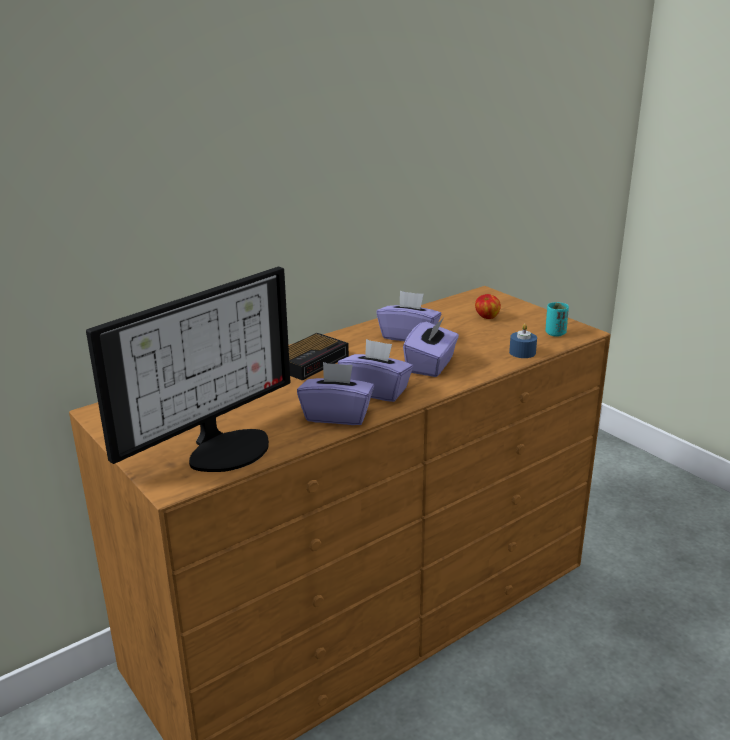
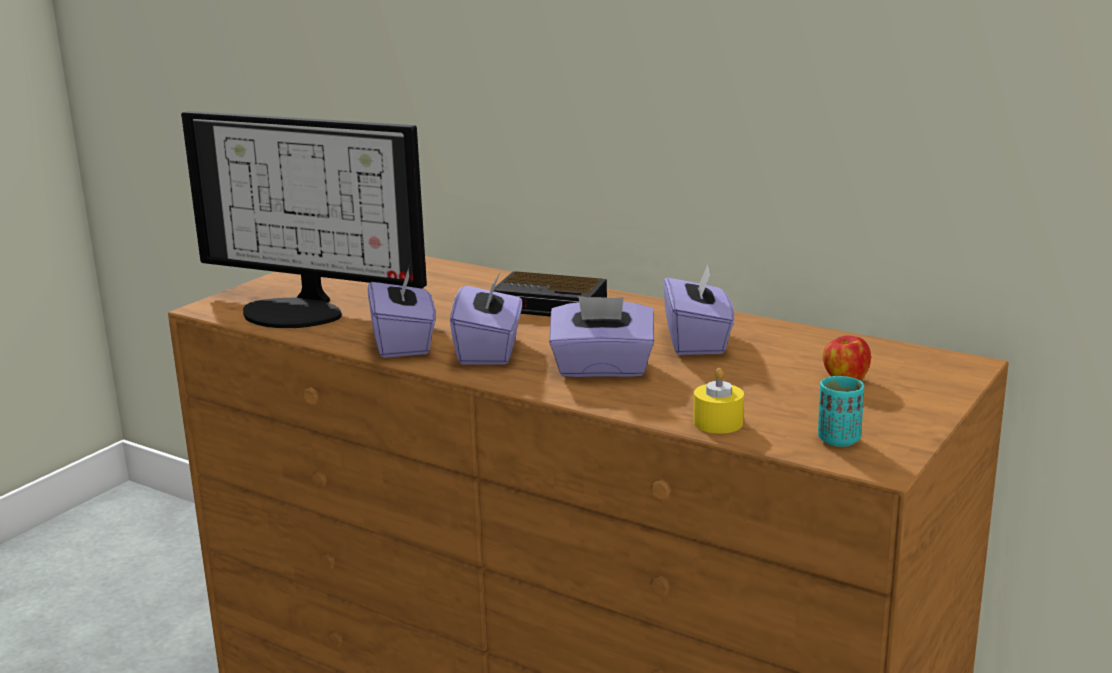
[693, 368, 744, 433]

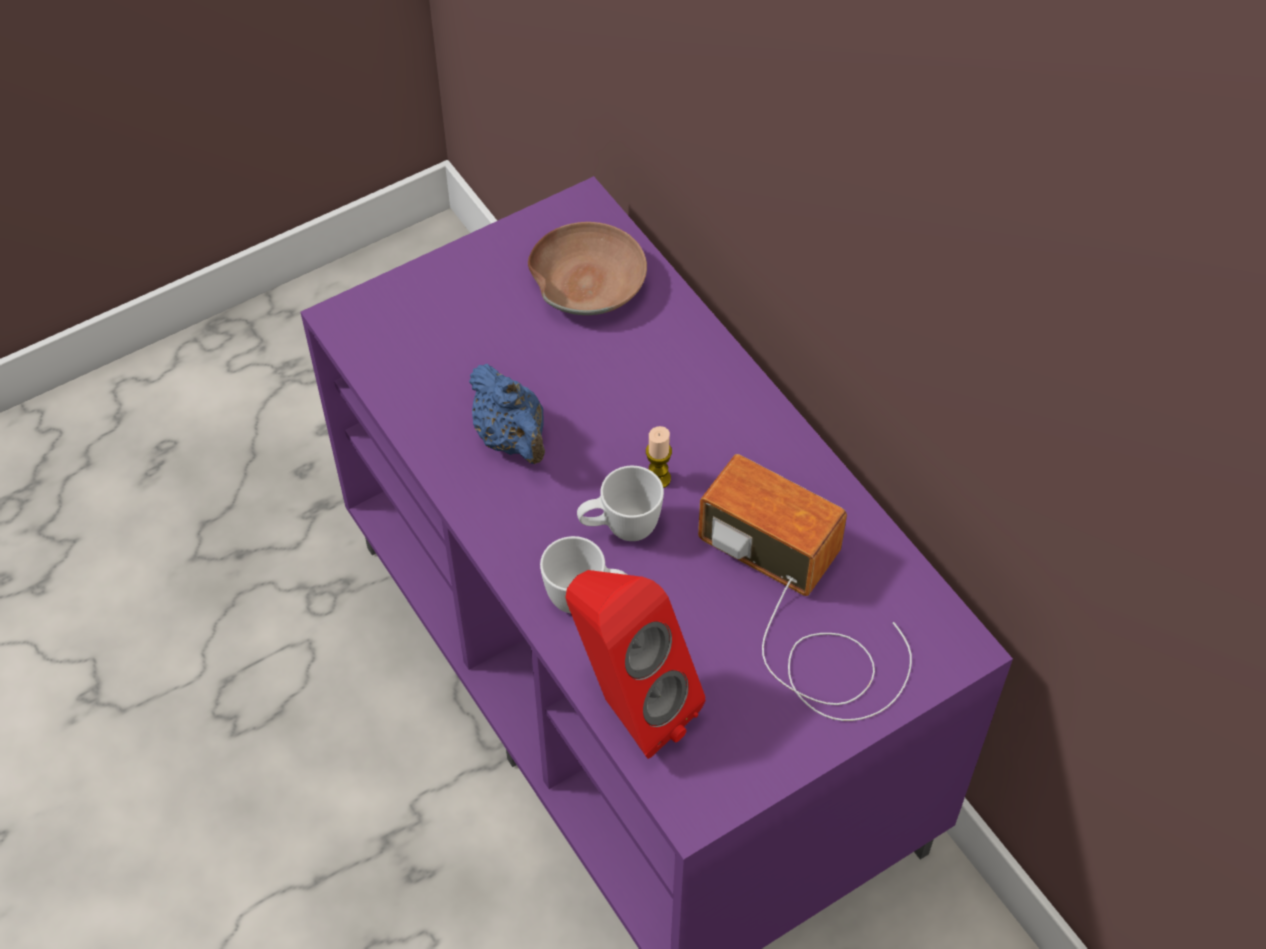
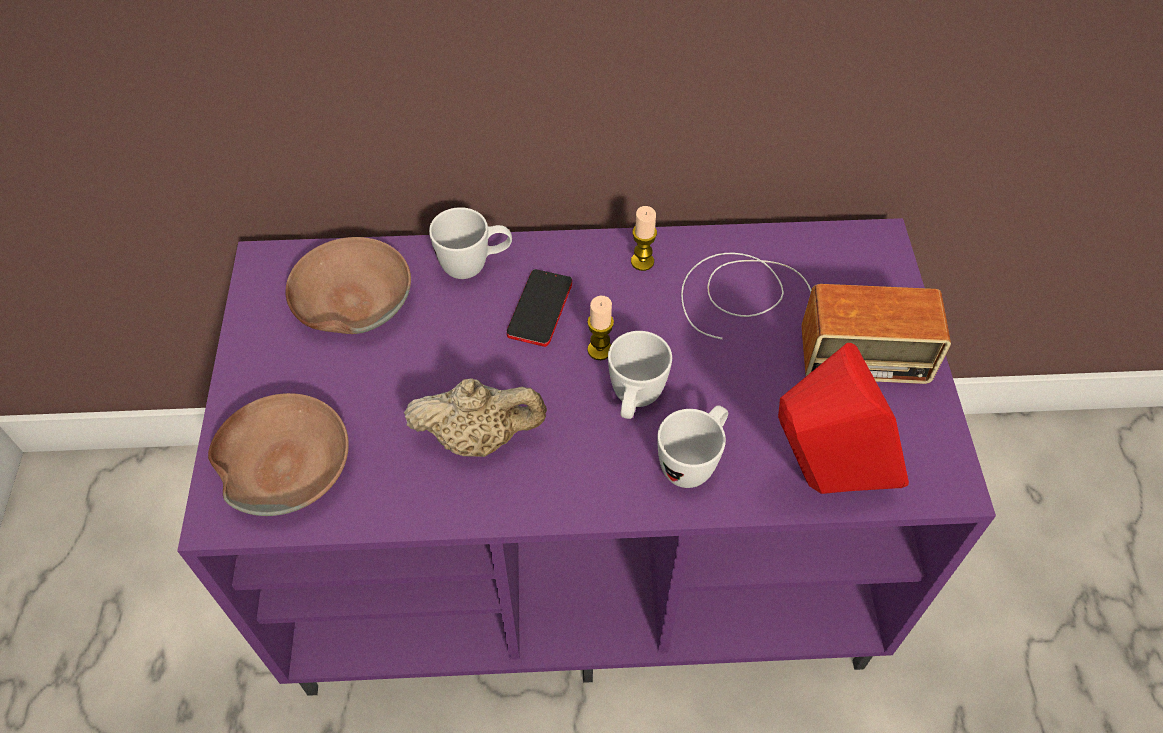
[208, 393, 349, 516]
[429, 207, 512, 279]
[507, 269, 572, 347]
[631, 206, 657, 271]
[404, 378, 547, 457]
[681, 253, 951, 384]

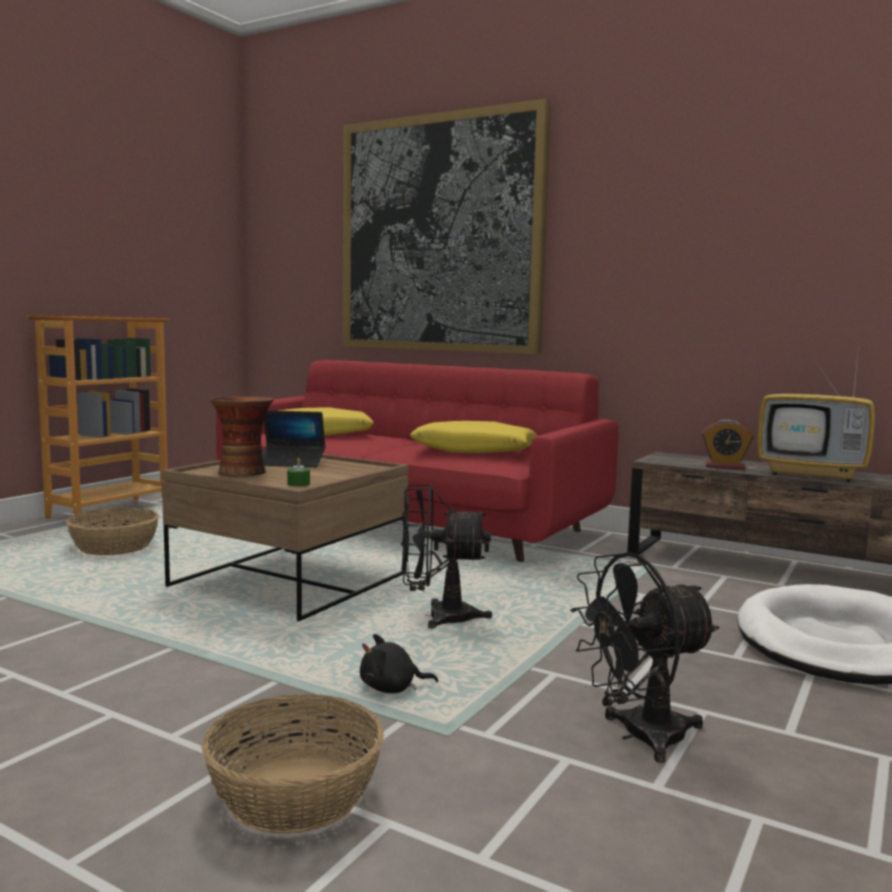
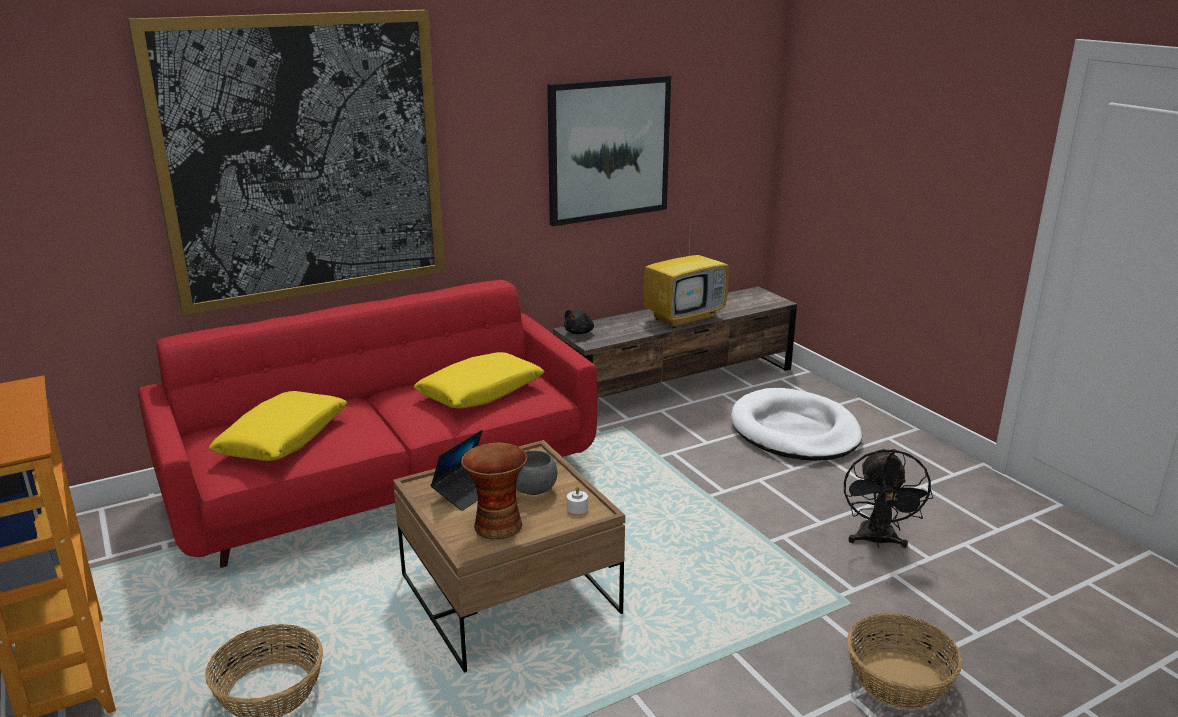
[401, 483, 492, 629] (first image)
[702, 420, 754, 470] (first image)
[516, 451, 557, 495]
[547, 75, 671, 226]
[564, 310, 594, 334]
[567, 486, 588, 514]

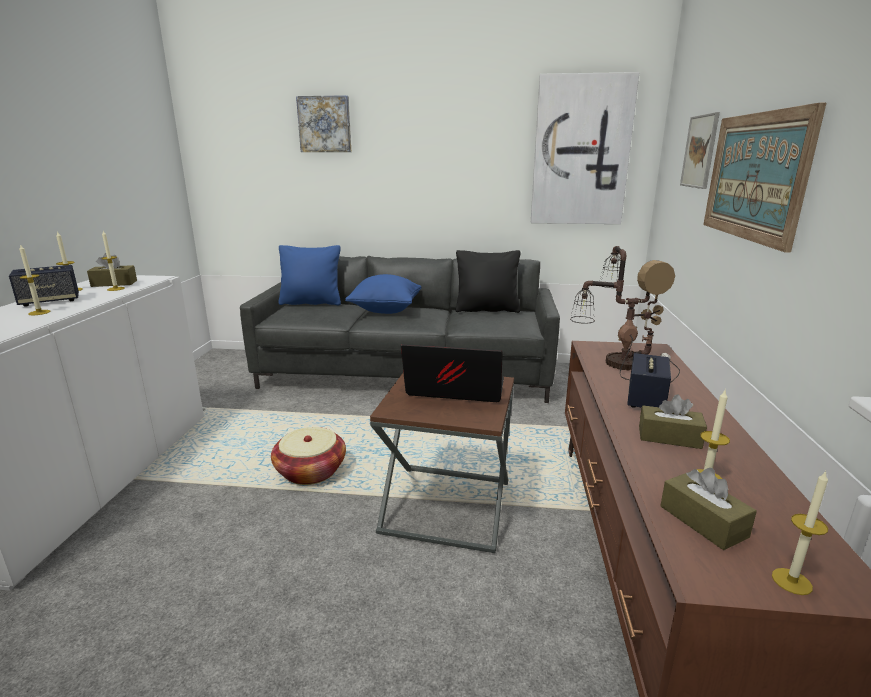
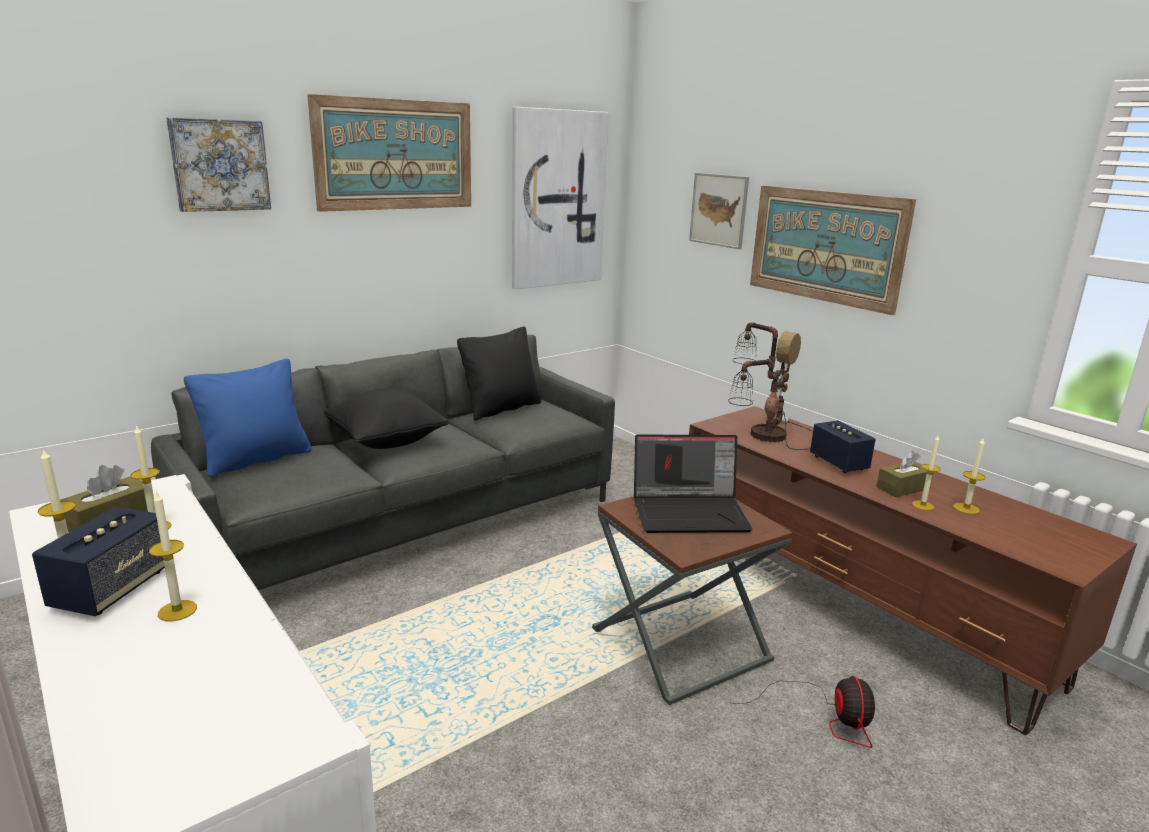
[271, 427, 346, 485] (first image)
[660, 468, 757, 550] (first image)
[307, 94, 471, 212]
[736, 676, 875, 748]
[912, 435, 941, 510]
[324, 388, 449, 449]
[634, 435, 753, 533]

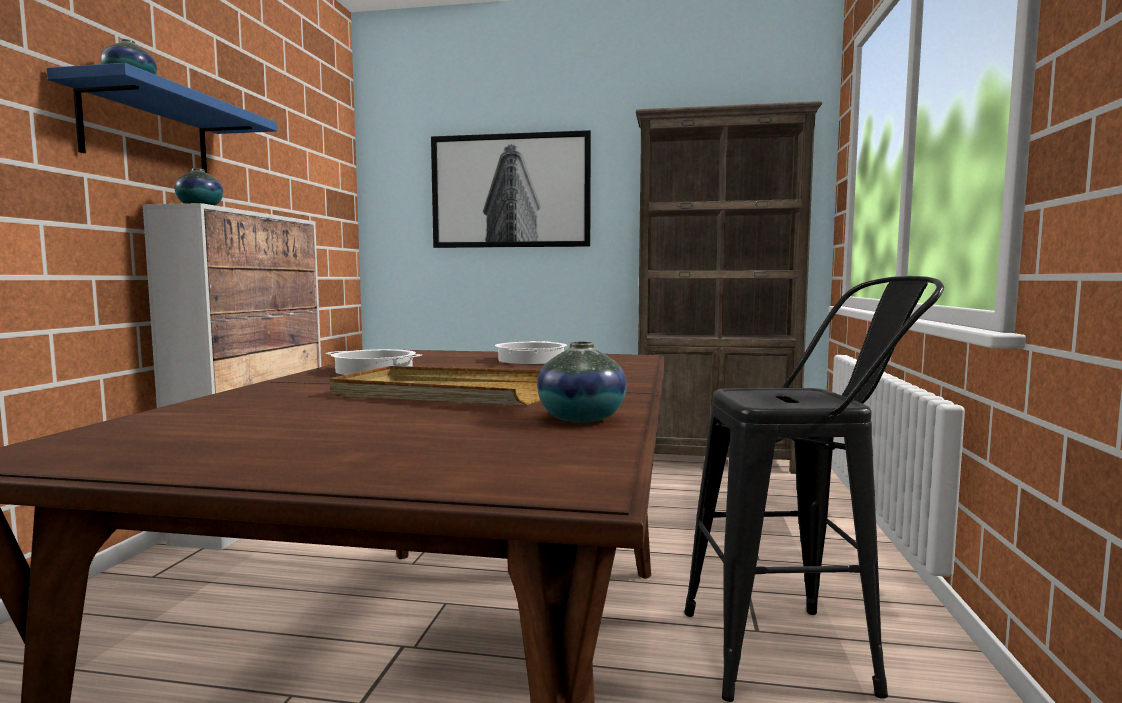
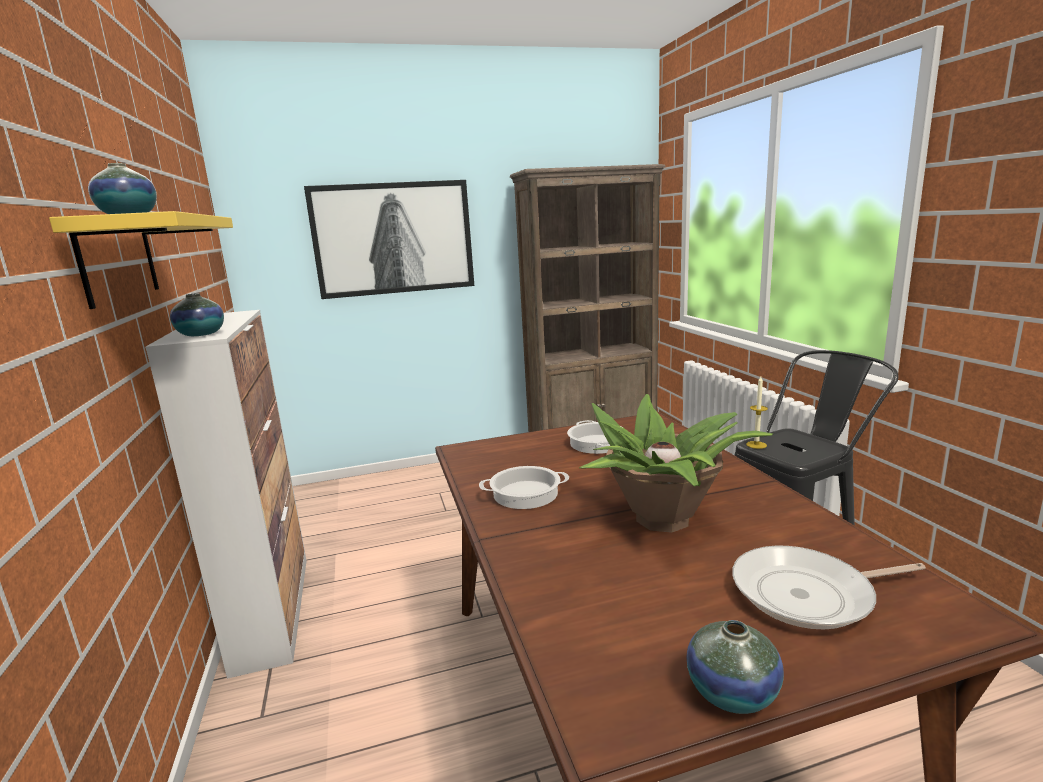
[732, 545, 926, 629]
[746, 376, 768, 449]
[686, 620, 784, 714]
[579, 394, 773, 533]
[49, 211, 233, 309]

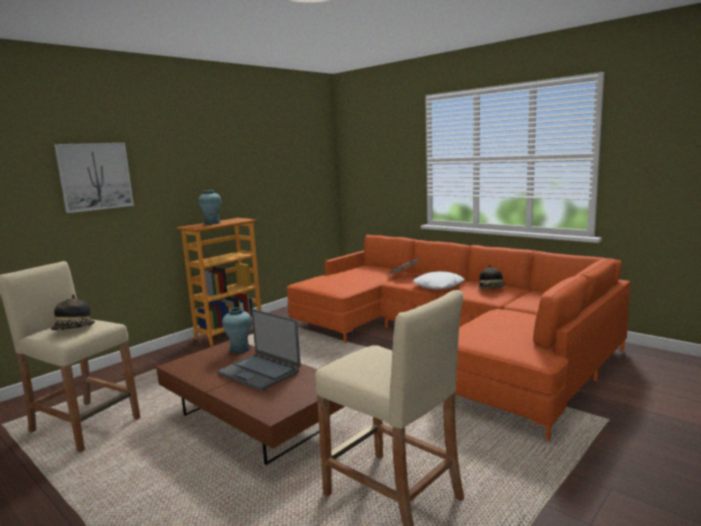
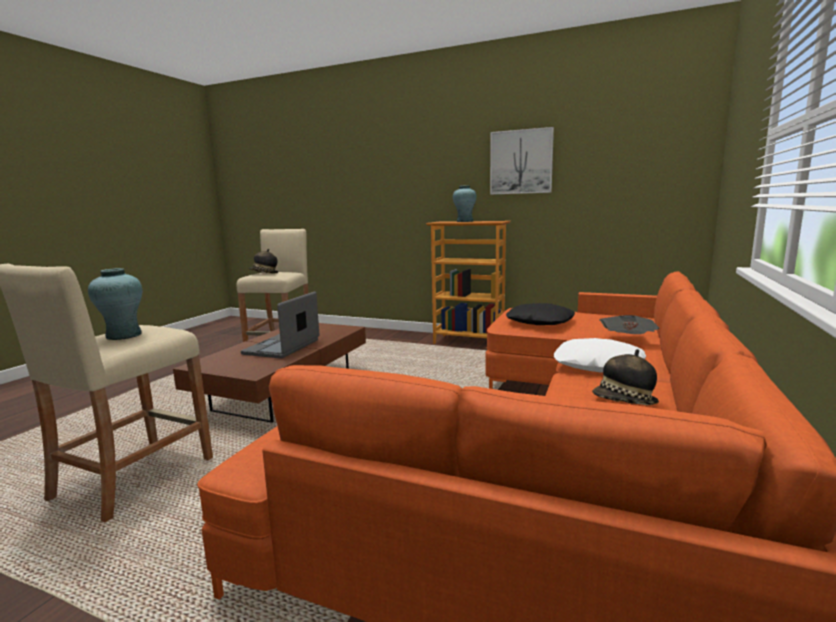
[506, 303, 575, 325]
[490, 127, 554, 195]
[88, 268, 142, 340]

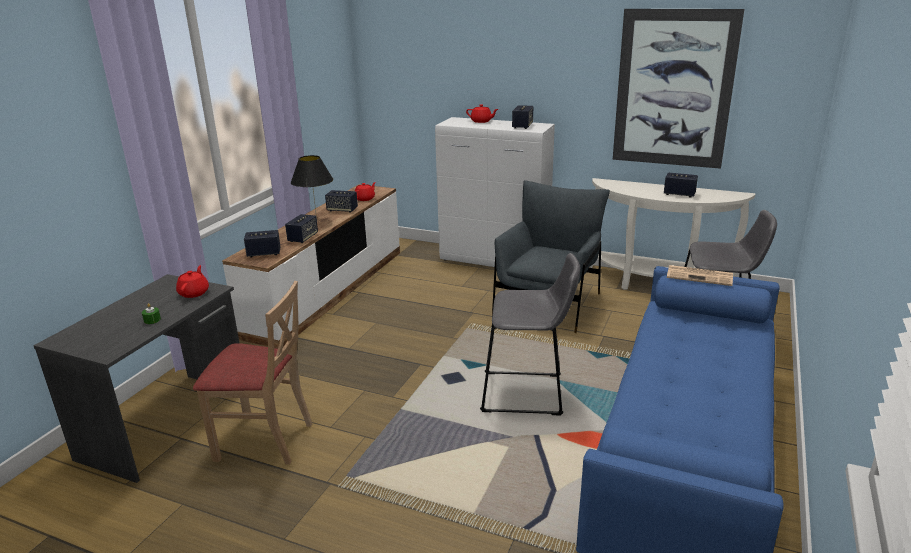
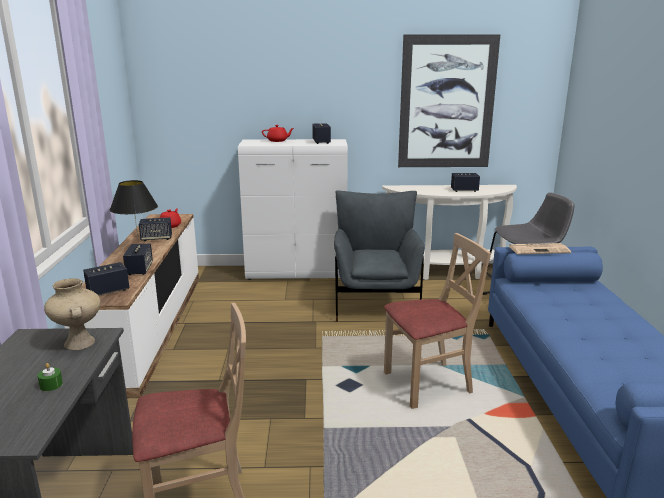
[44, 278, 100, 350]
[384, 233, 491, 409]

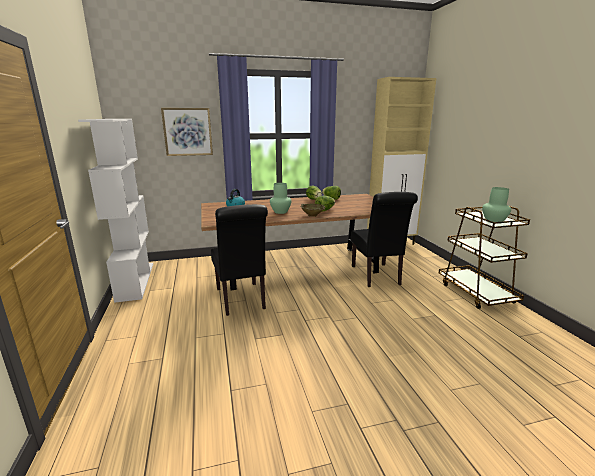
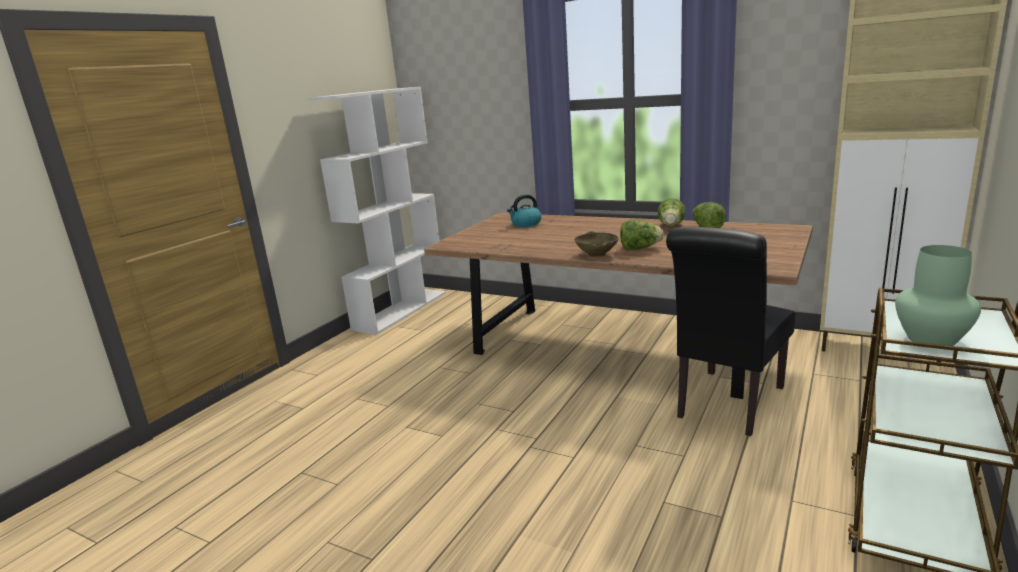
[161, 108, 213, 156] (first image)
[211, 204, 268, 316] (first image)
[270, 183, 291, 214] (first image)

